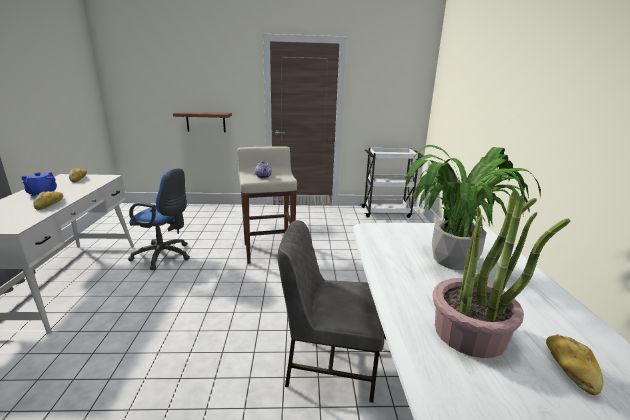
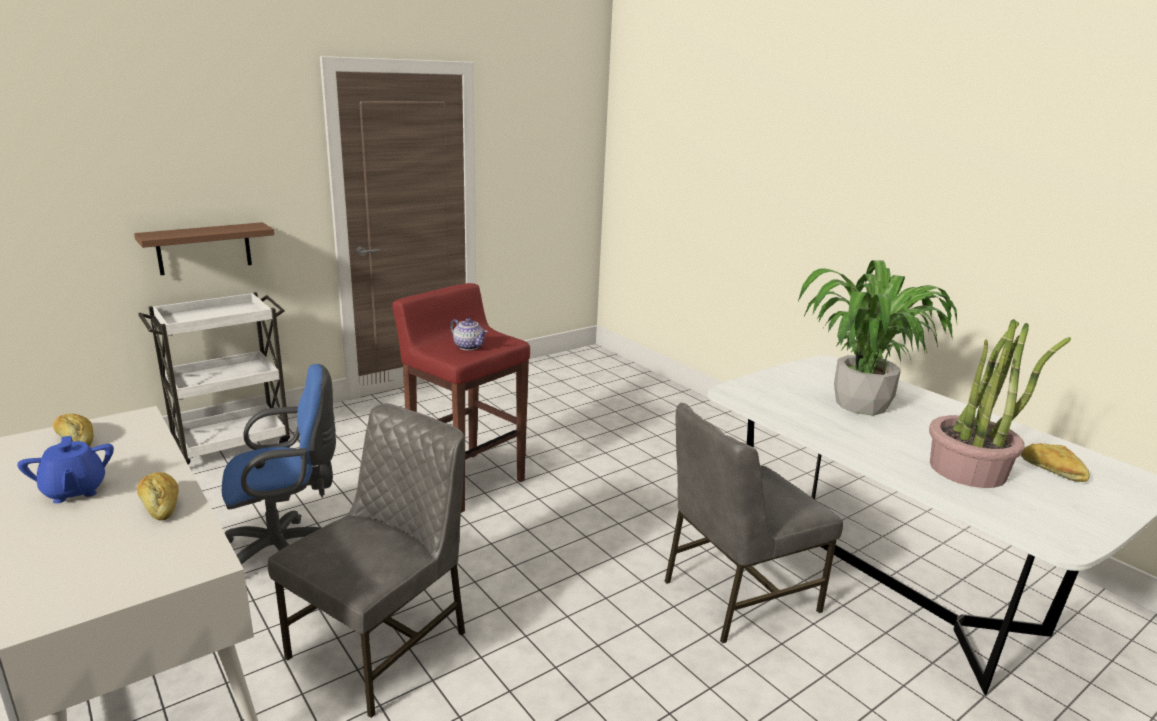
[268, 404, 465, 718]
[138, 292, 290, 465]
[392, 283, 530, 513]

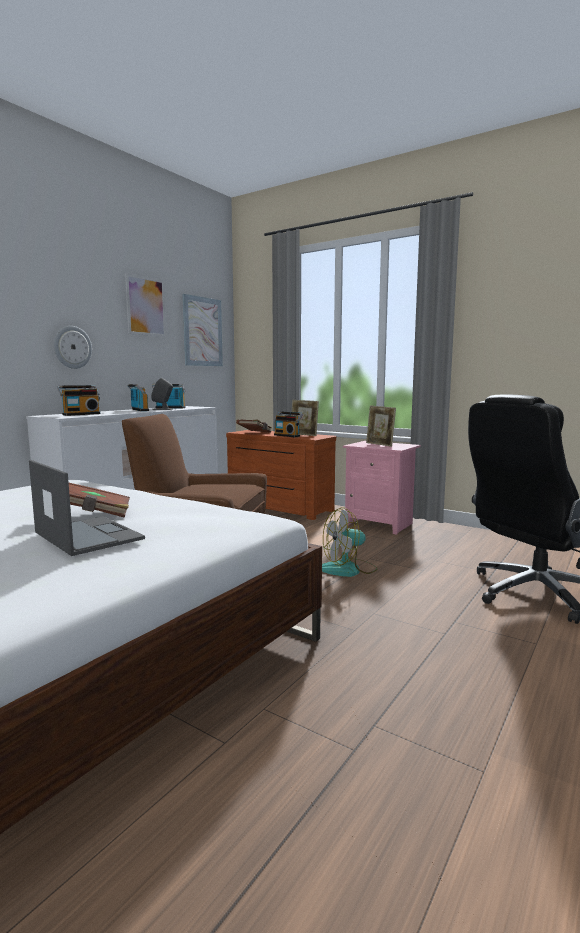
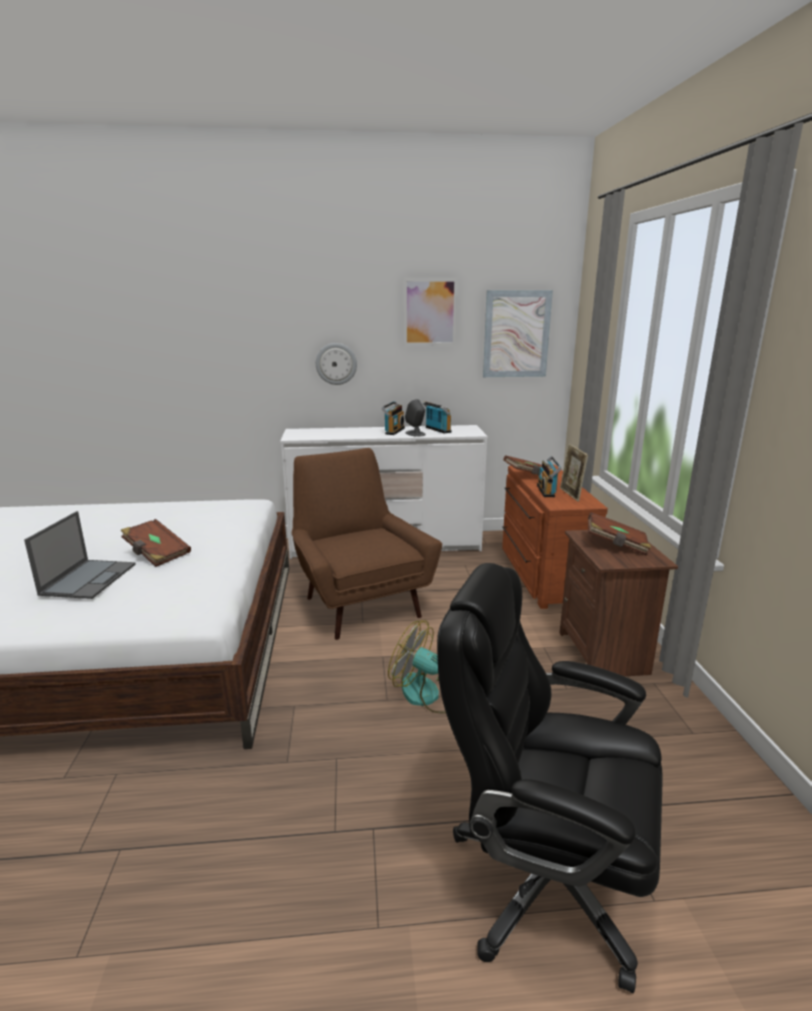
[57, 385, 100, 416] (first image)
[588, 512, 651, 555]
[560, 530, 678, 677]

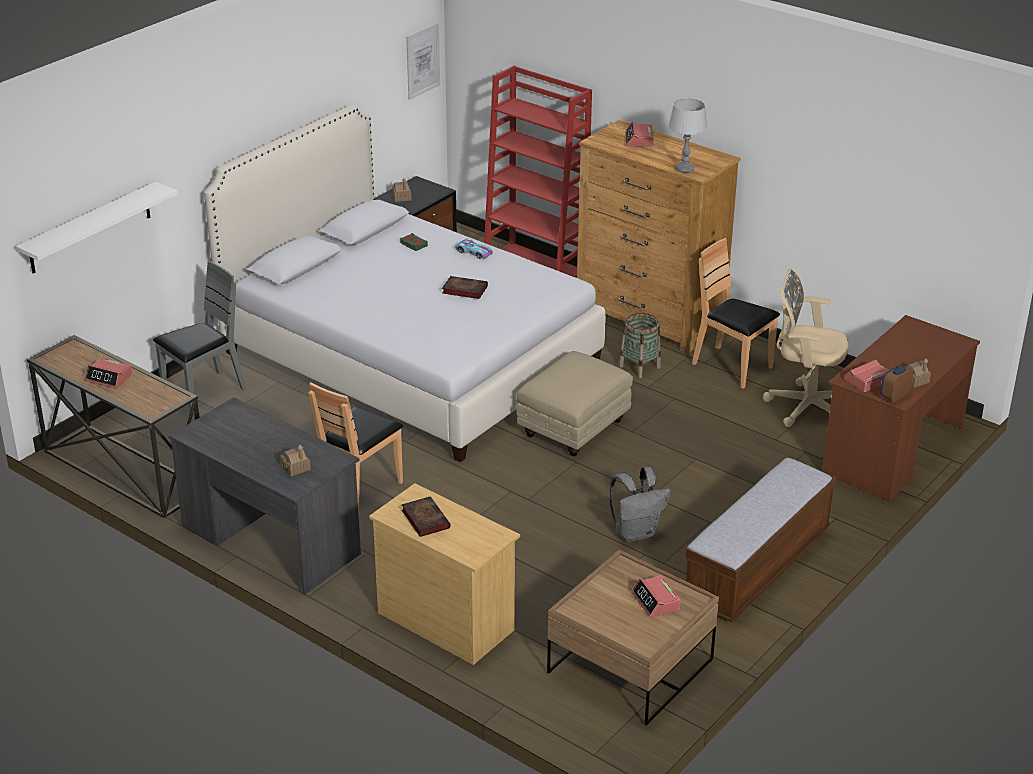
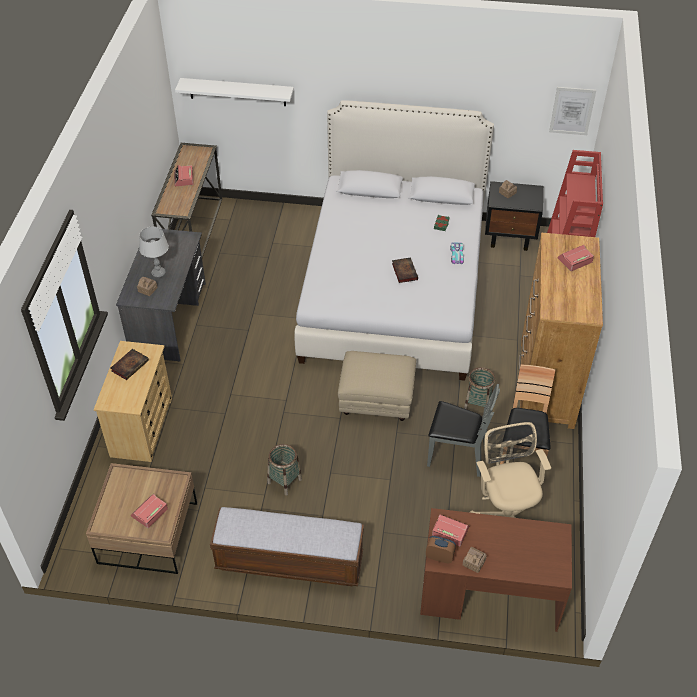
[308, 382, 403, 513] (first image)
[427, 384, 500, 477]
[139, 227, 169, 278]
[267, 444, 302, 496]

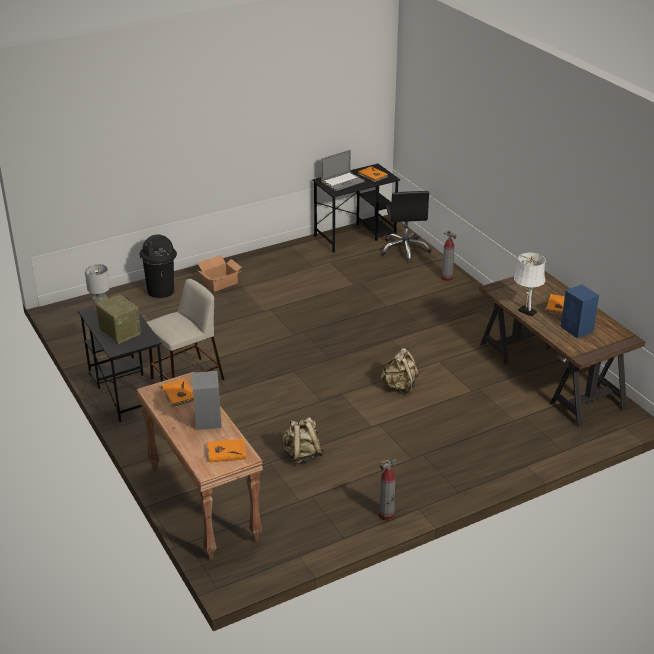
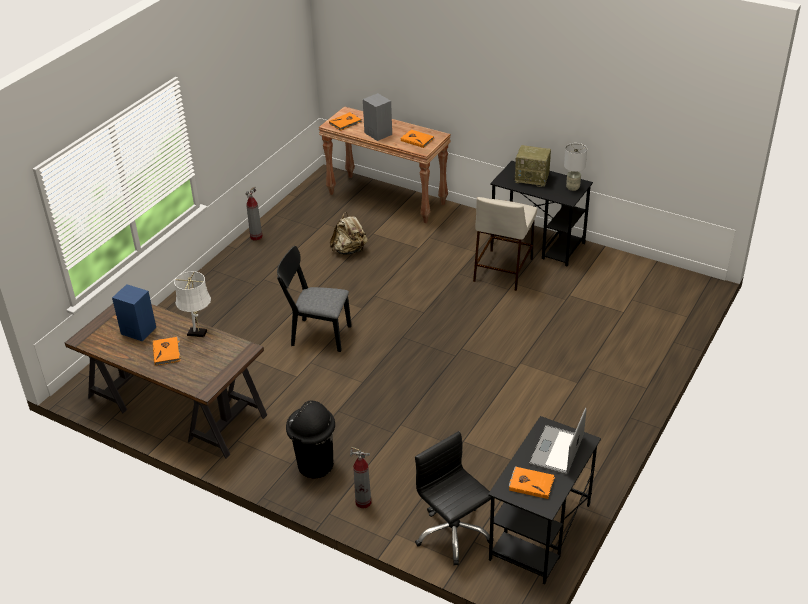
[197, 255, 242, 292] (first image)
[286, 400, 335, 478]
[277, 246, 352, 352]

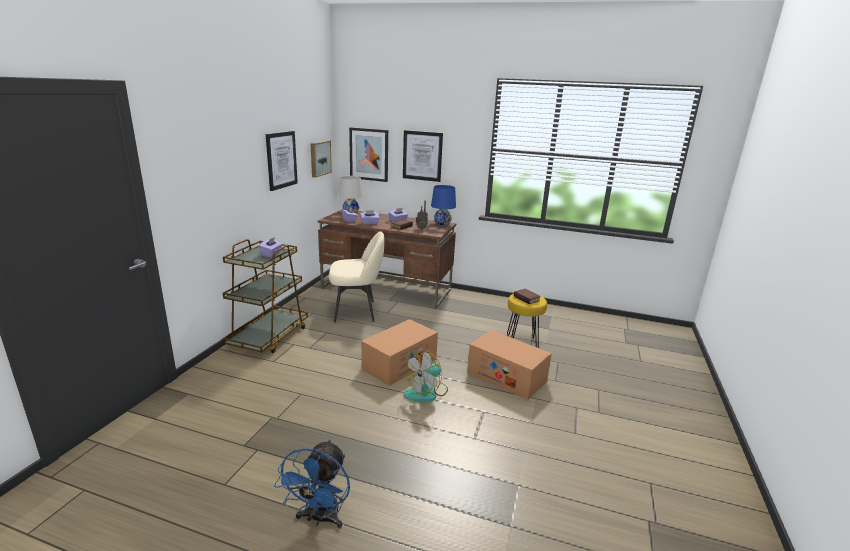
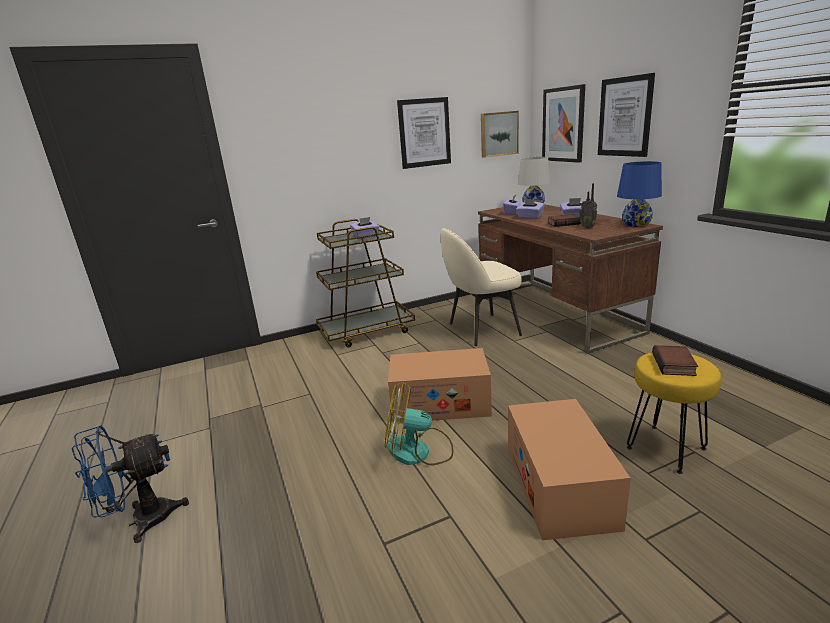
[441, 228, 522, 346]

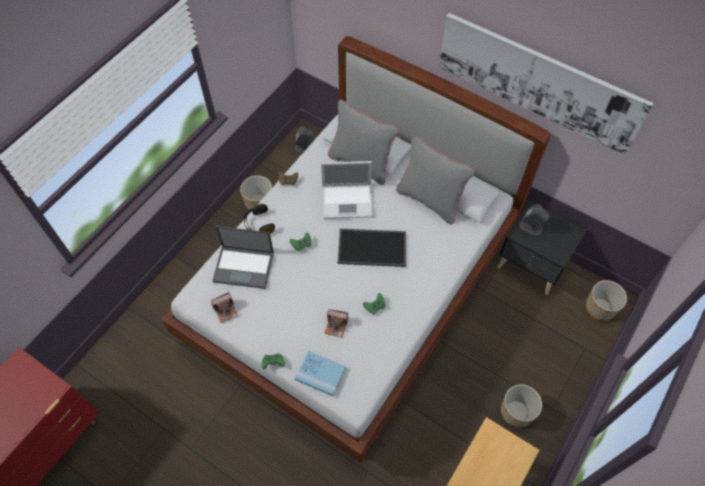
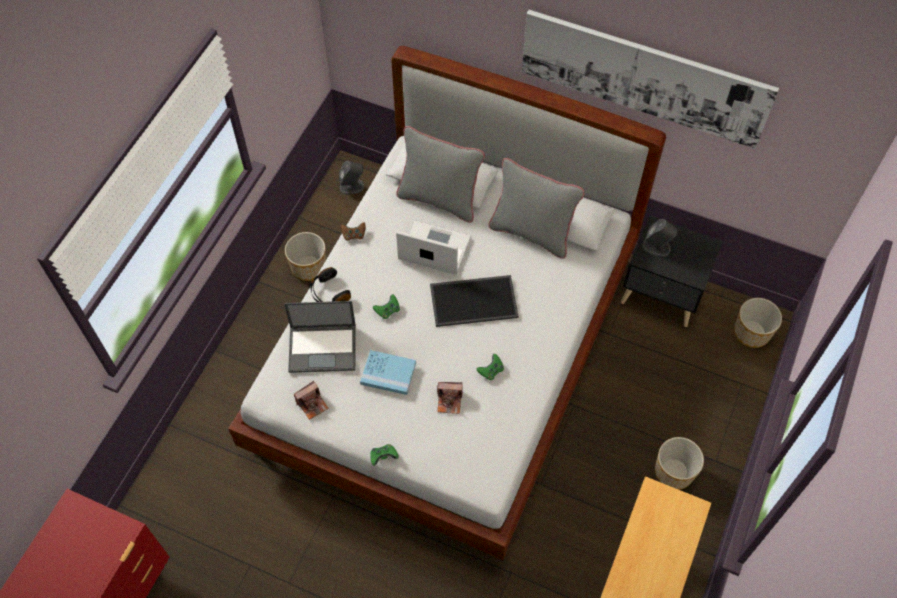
[360, 350, 416, 395]
[396, 220, 471, 275]

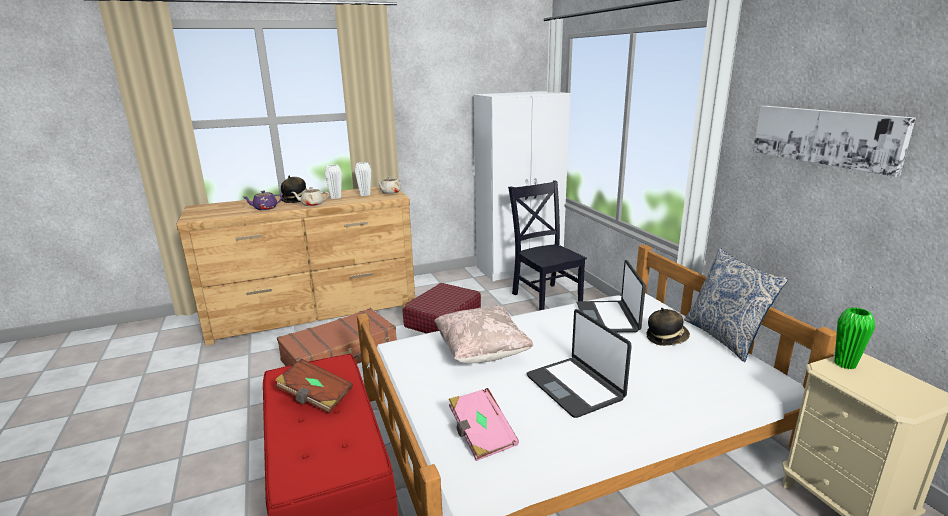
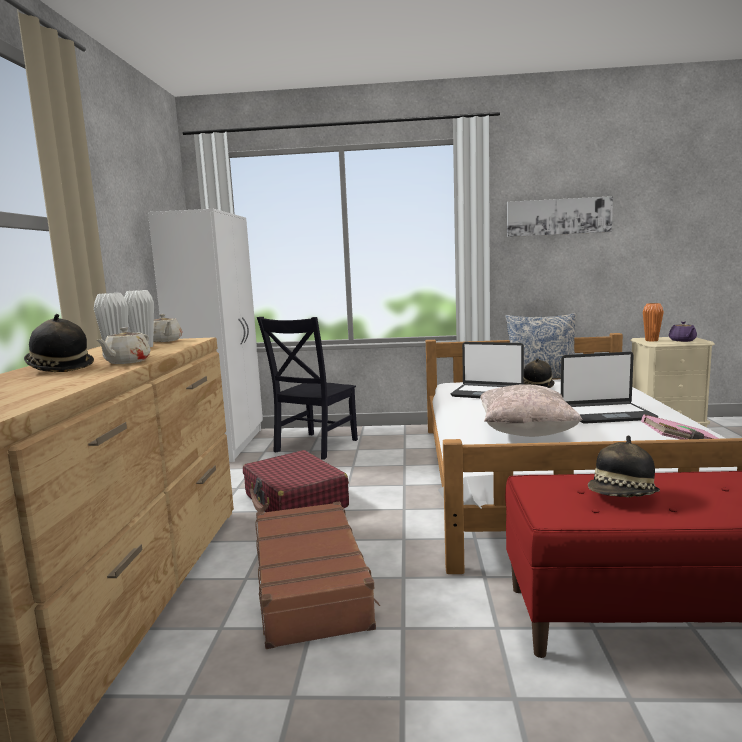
[669, 321, 697, 342]
[588, 435, 660, 497]
[643, 303, 664, 341]
[257, 317, 358, 459]

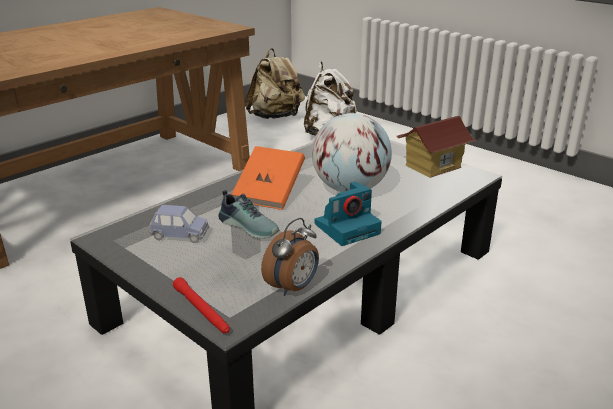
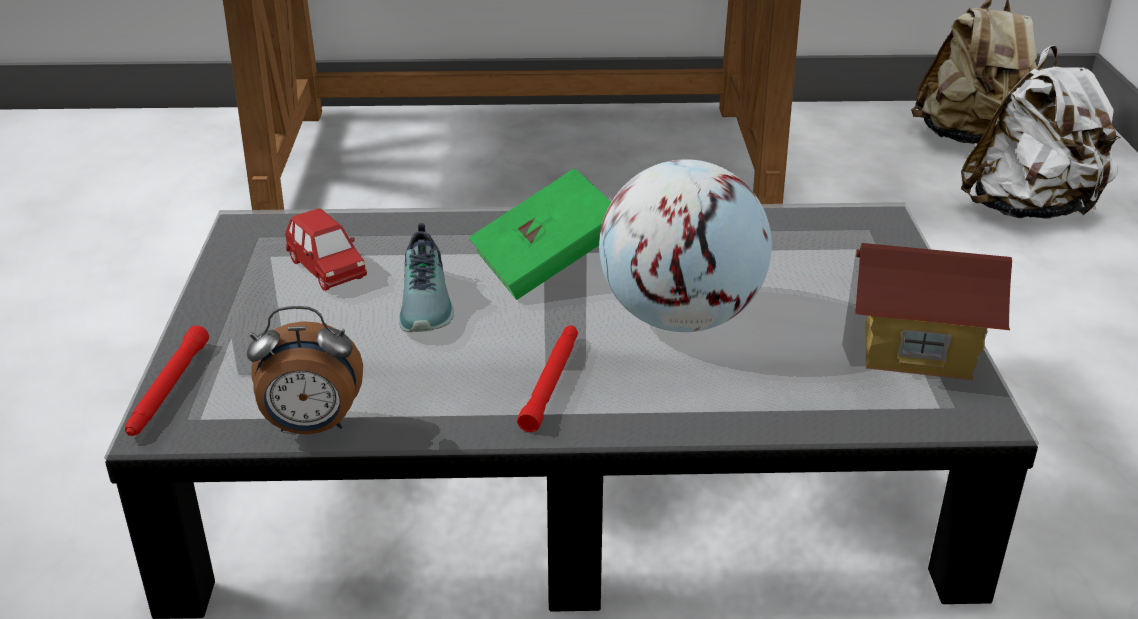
[517, 325, 578, 432]
[285, 208, 367, 291]
[469, 168, 611, 300]

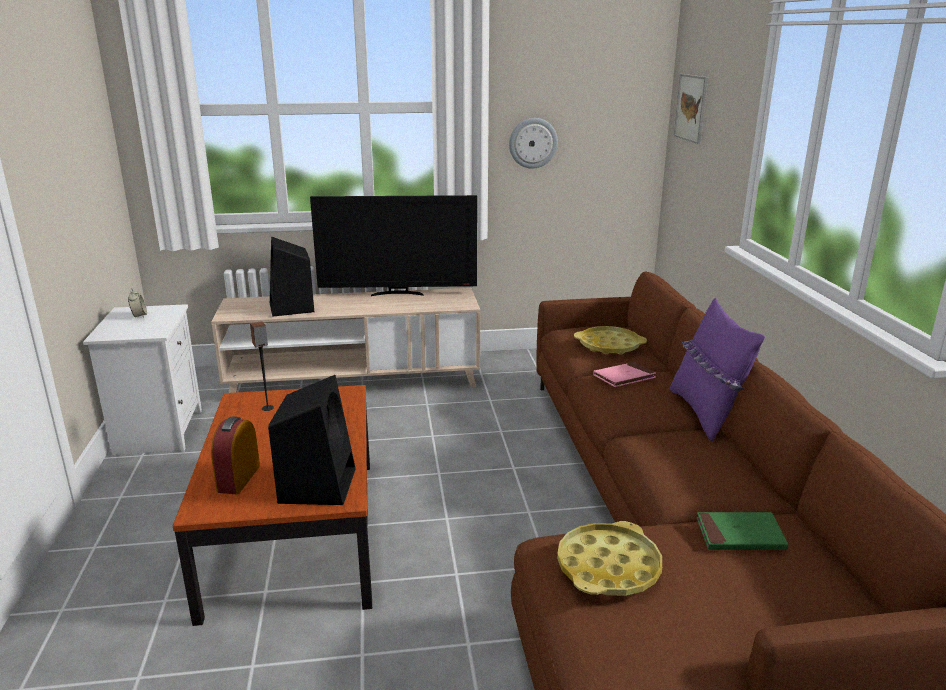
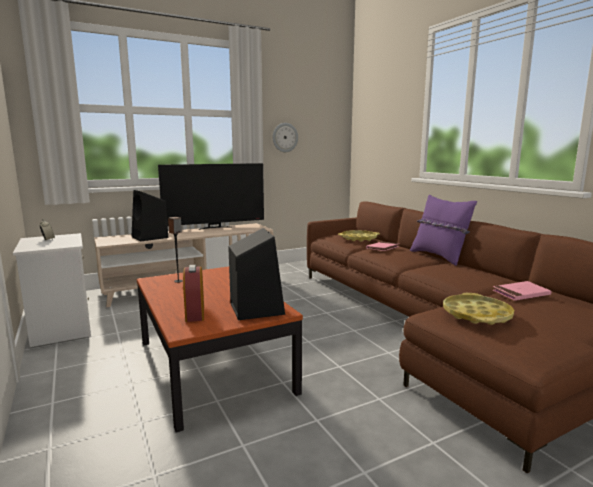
[674, 74, 708, 144] (first image)
[493, 281, 552, 301]

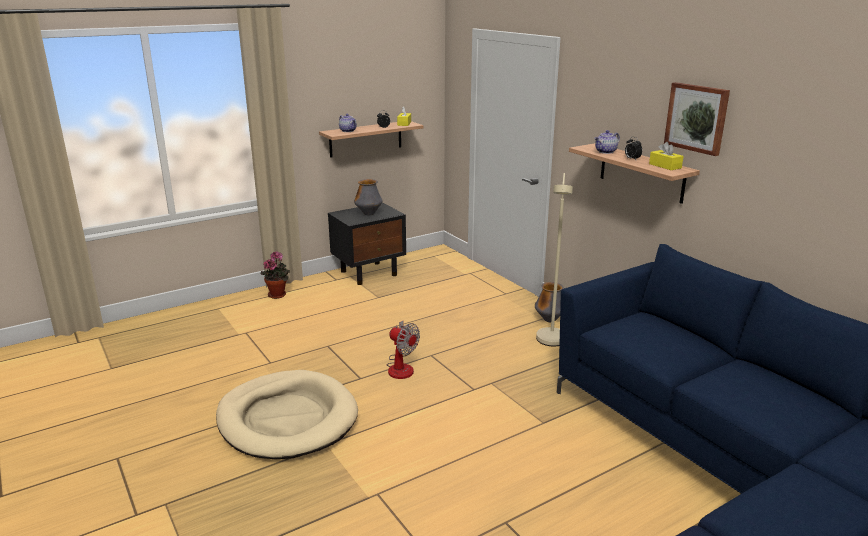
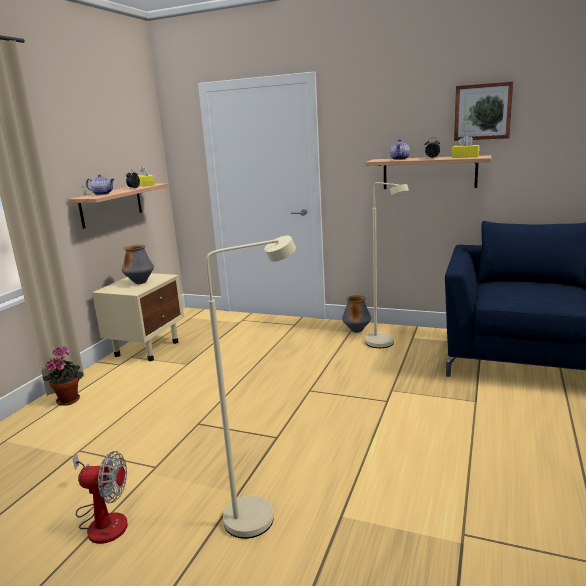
[73, 451, 128, 544]
[206, 236, 296, 539]
[92, 273, 184, 361]

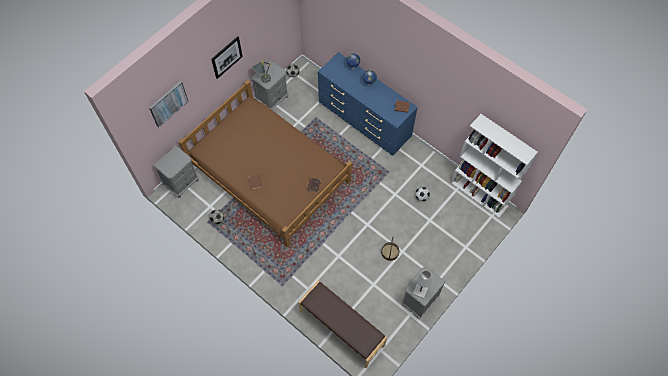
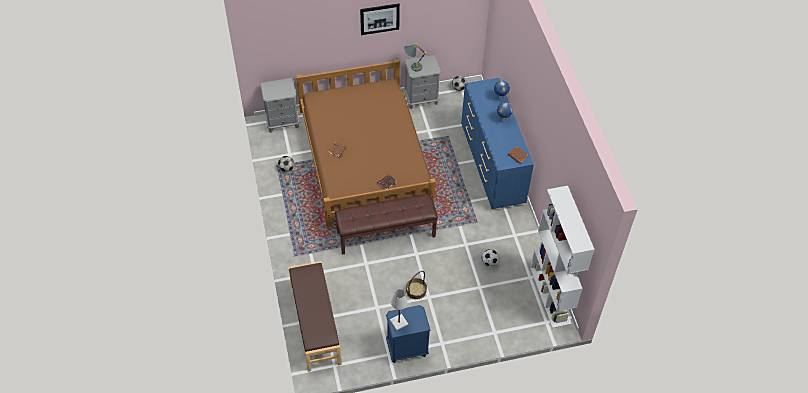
[149, 81, 189, 127] (first image)
[335, 194, 438, 255]
[386, 305, 431, 363]

